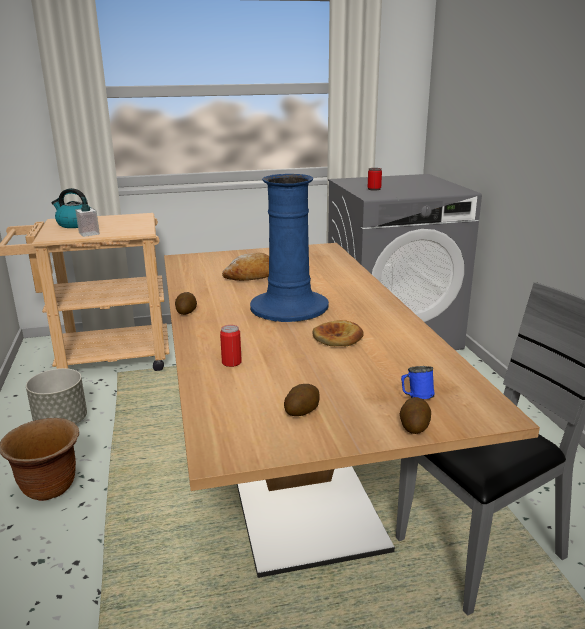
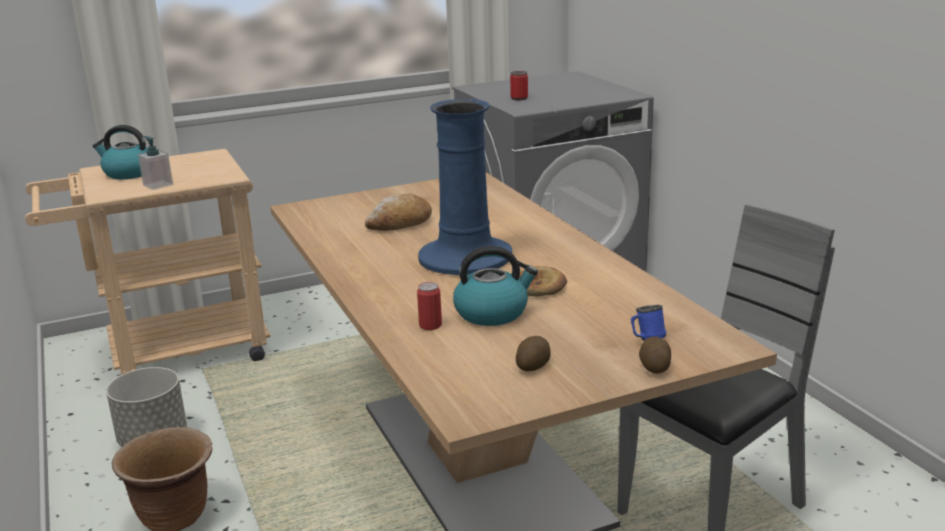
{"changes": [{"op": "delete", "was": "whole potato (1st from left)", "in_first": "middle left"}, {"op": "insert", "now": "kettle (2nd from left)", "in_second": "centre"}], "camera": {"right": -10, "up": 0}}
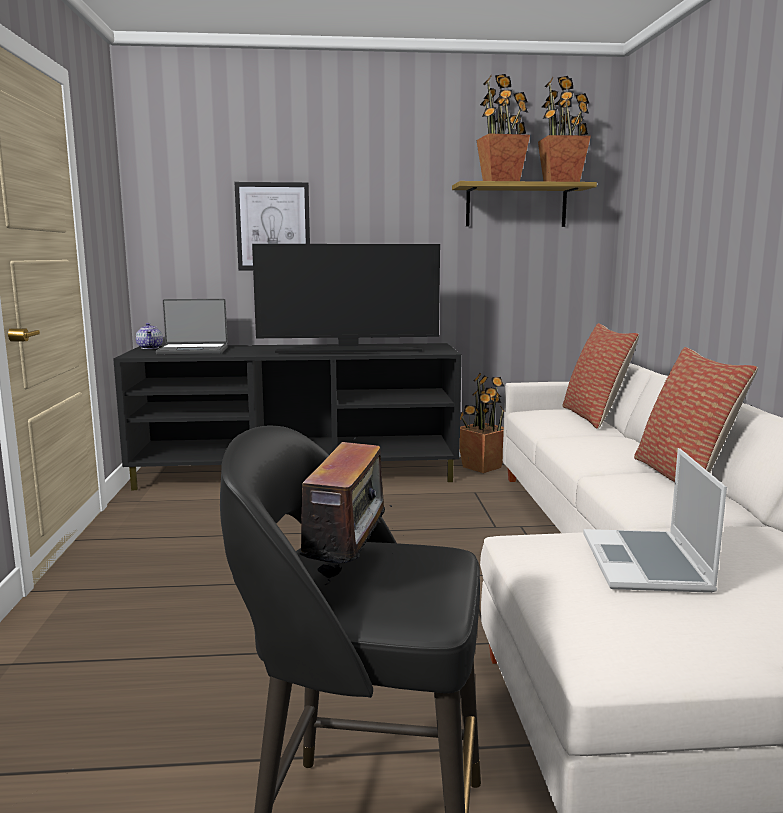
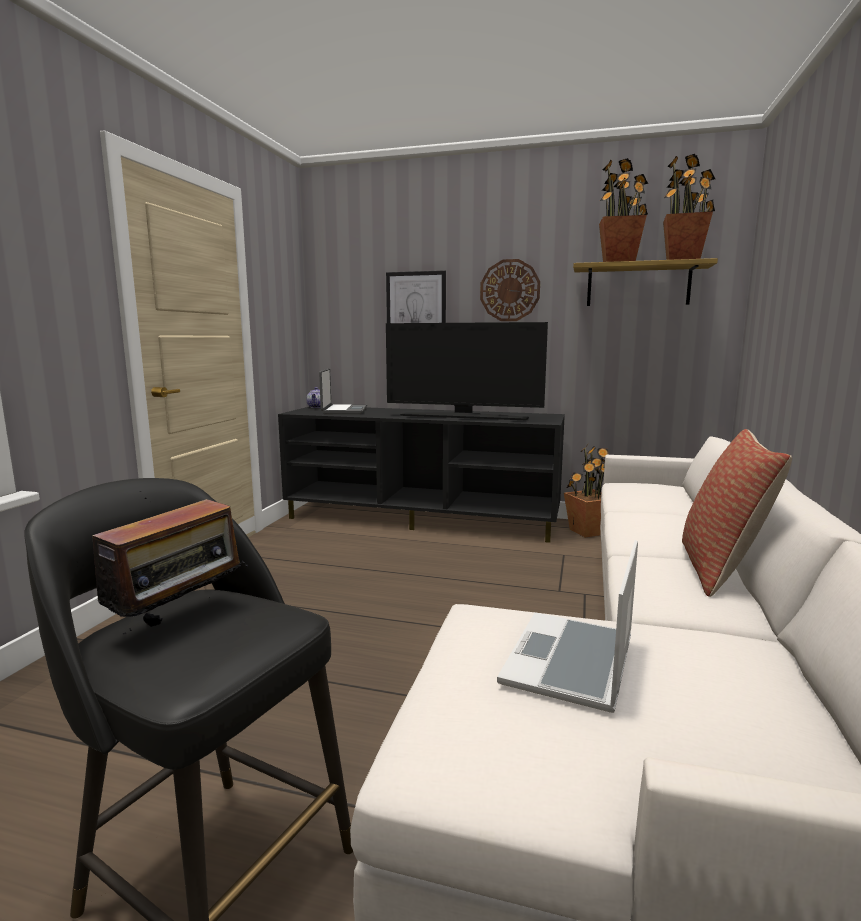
{"changes": [{"op": "rotate", "was": "notebook computer (1st from left)", "in_first": "middle left", "in_second": "centre", "clockwise": -105}, {"op": "delete", "was": "throw pillow (1st from left)", "in_first": "middle right"}, {"op": "insert", "now": "hanging clock", "in_second": "top centre"}], "camera": {"right": 20, "up": 0}}
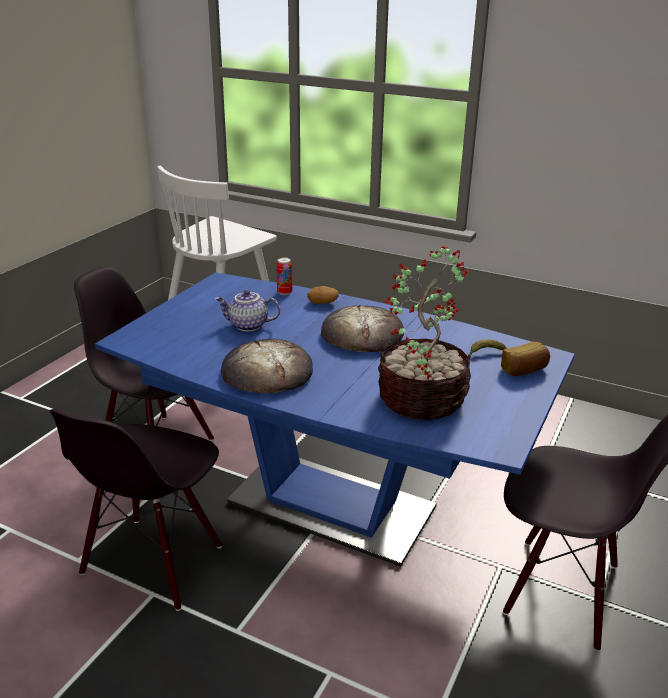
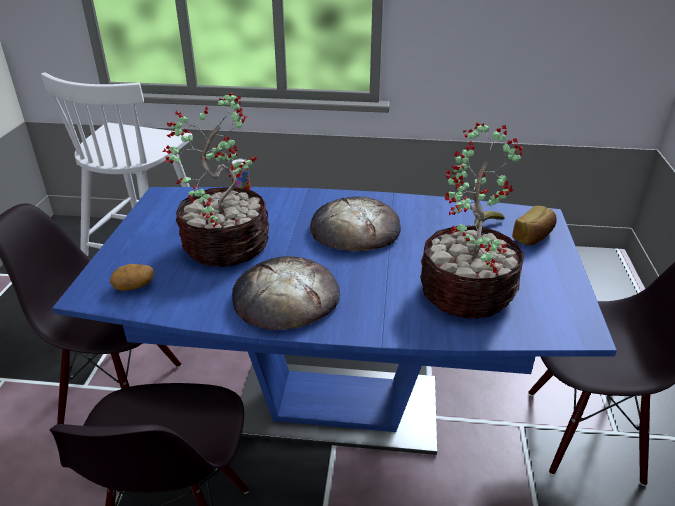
{"changes": [{"op": "move", "was": "whole potato", "in_first": "centre", "in_second": "middle left"}, {"op": "replace", "was": "teapot", "now": "plant in a pot (1st from left)", "in_first": "centre", "in_second": "middle left"}], "camera": {"right": -20, "up": 5}}
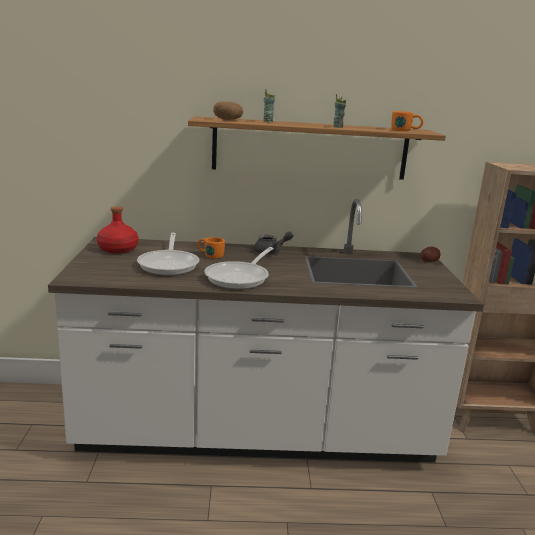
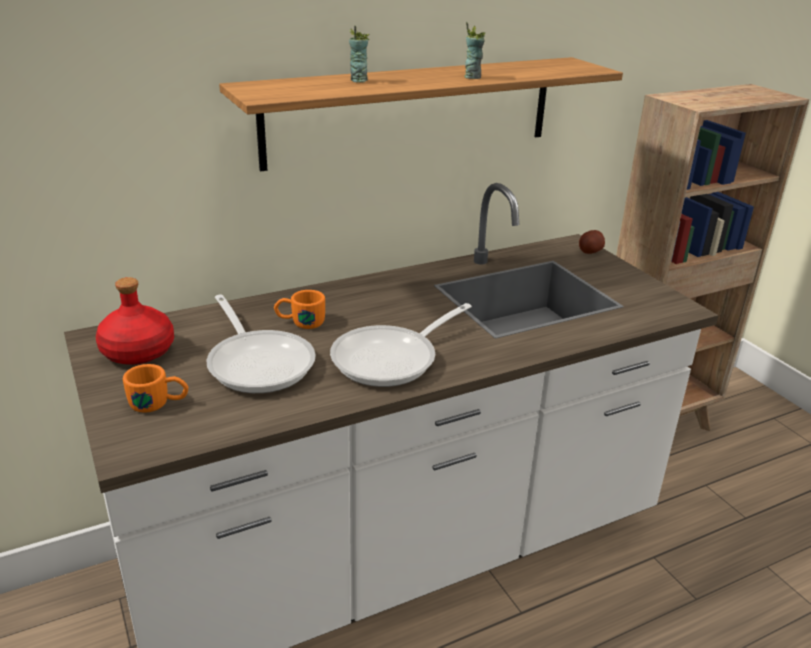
{"changes": [{"op": "delete", "was": "whole potato (1st from left)", "in_first": "top centre"}, {"op": "move", "was": "orange mug (2nd from left in the first image)", "now": "orange mug (1st from left)", "in_first": "top right", "in_second": "middle left"}, {"op": "delete", "was": "grey teapot", "in_first": "centre"}, {"op": "rotate", "was": "skillet (2nd from left)", "in_first": "centre", "in_second": "centre", "clockwise": 45}], "camera": {"right": -25, "up": 10}}
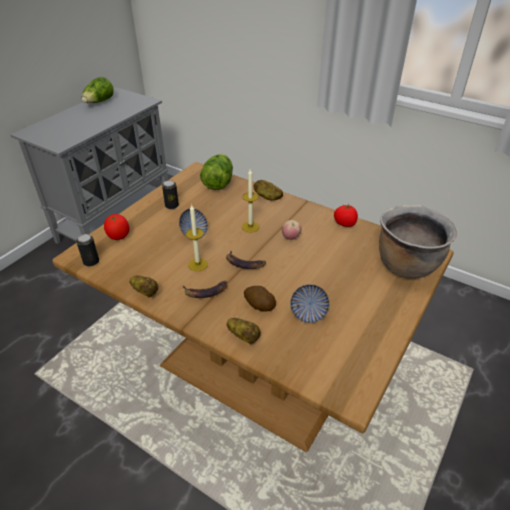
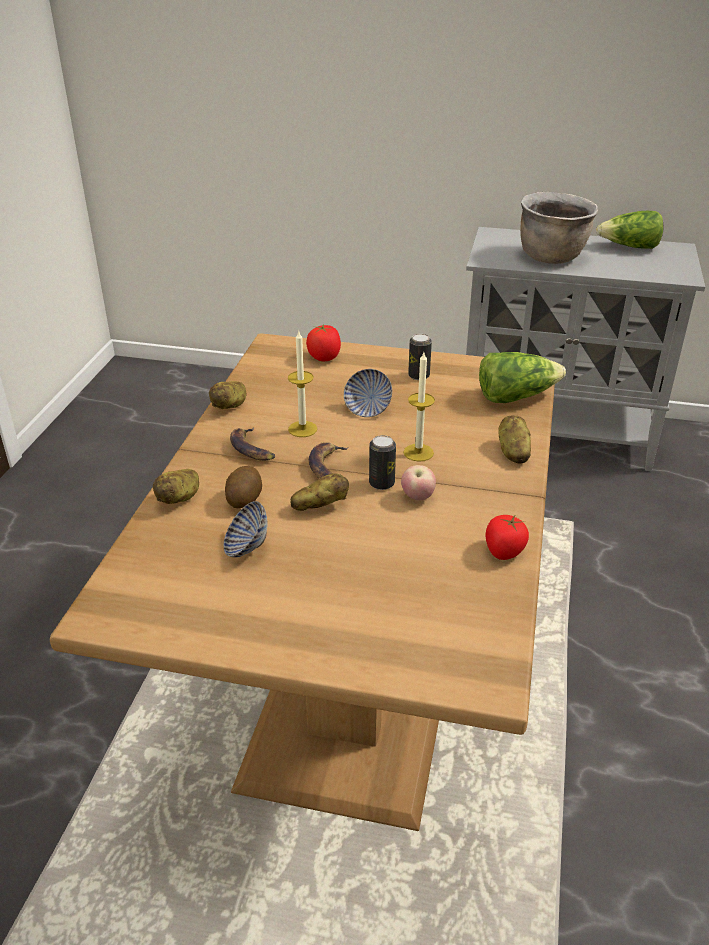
{"changes": [{"op": "move", "was": "brownish saucepot", "in_first": "middle right", "in_second": "top right"}, {"op": "move", "was": "can (1st from left)", "in_first": "middle left", "in_second": "centre"}, {"op": "insert", "now": "whole potato (4th from left)", "in_second": "centre"}], "camera": {"right": 70, "up": -5}}
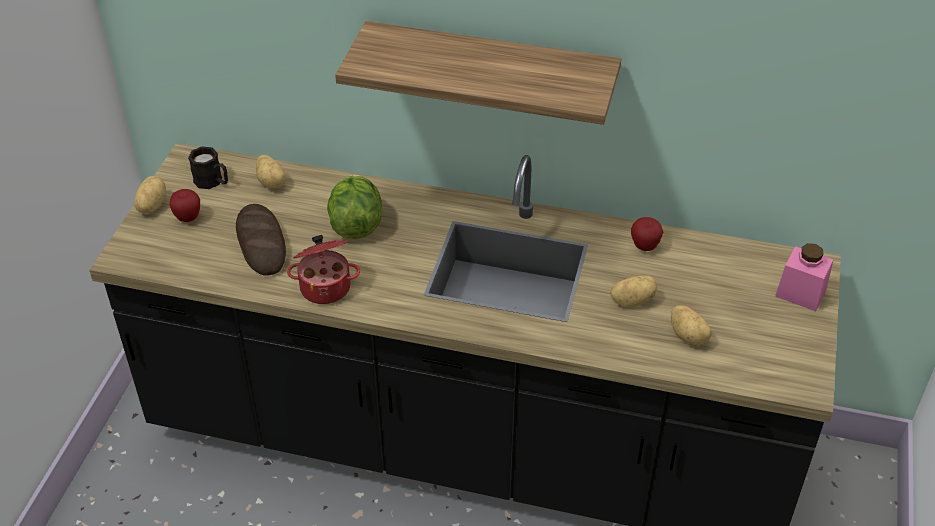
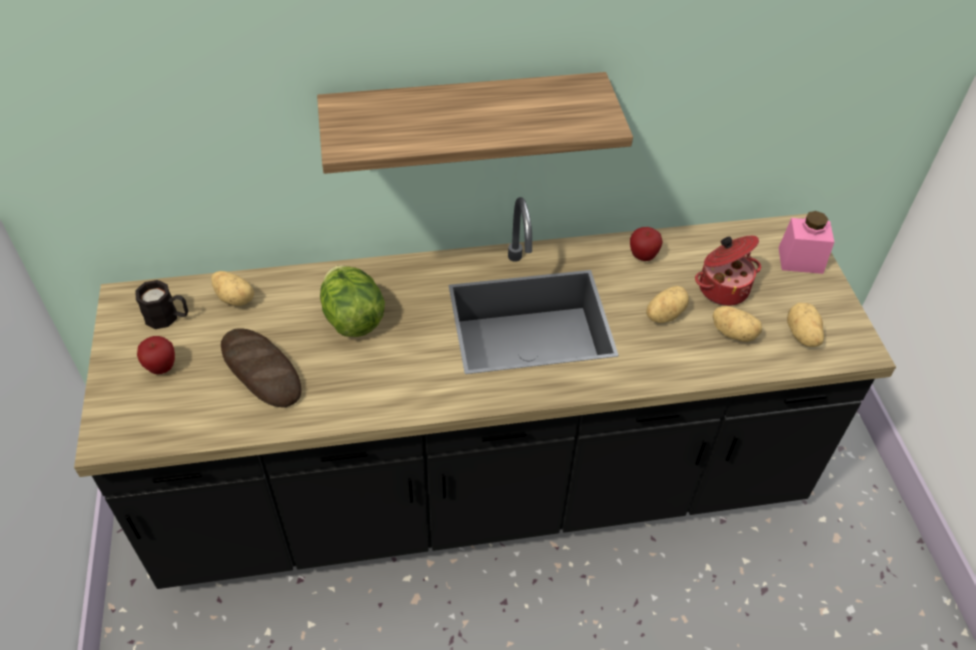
{"changes": [{"op": "move", "was": "whole potato (1st from left in the first image)", "now": "whole potato (4th from left)", "in_first": "middle left", "in_second": "middle right"}, {"op": "move", "was": "saucepot", "in_first": "centre", "in_second": "middle right"}], "camera": {"right": -25, "up": 5}}
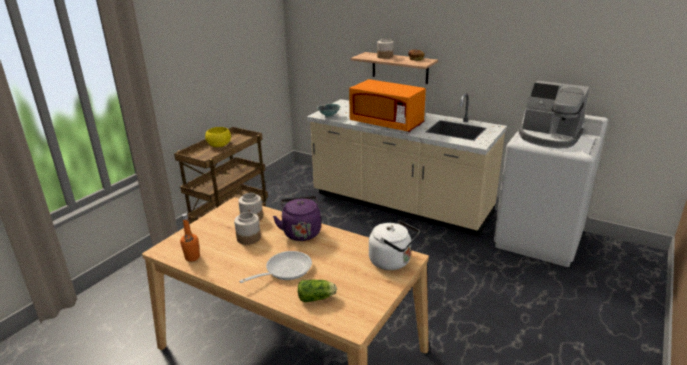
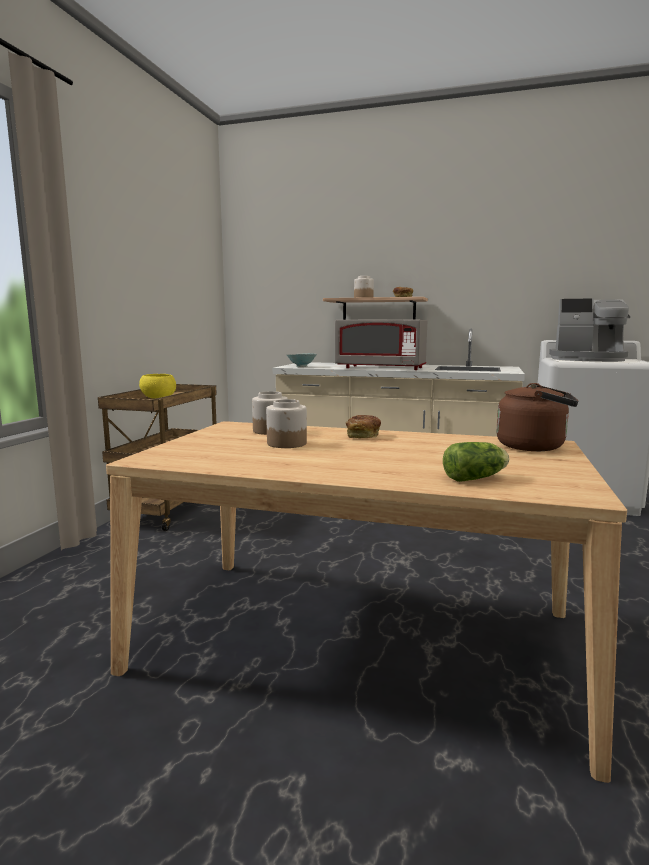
{"changes": [{"op": "recolor", "was": "orange kitchen microwave", "now": "grey kitchen microwave", "in_first": "top centre", "in_second": "centre"}, {"op": "replace", "was": "purple-coloured kettle", "now": "baked bread (1st from left)", "in_first": "centre", "in_second": "centre"}, {"op": "delete", "was": "orange bottle", "in_first": "middle left"}, {"op": "recolor", "was": "white-coloured kettle", "now": "brownish kettle", "in_first": "bottom centre", "in_second": "middle right"}, {"op": "delete", "was": "skillet", "in_first": "bottom centre"}], "camera": {"right": -15, "up": -15}}
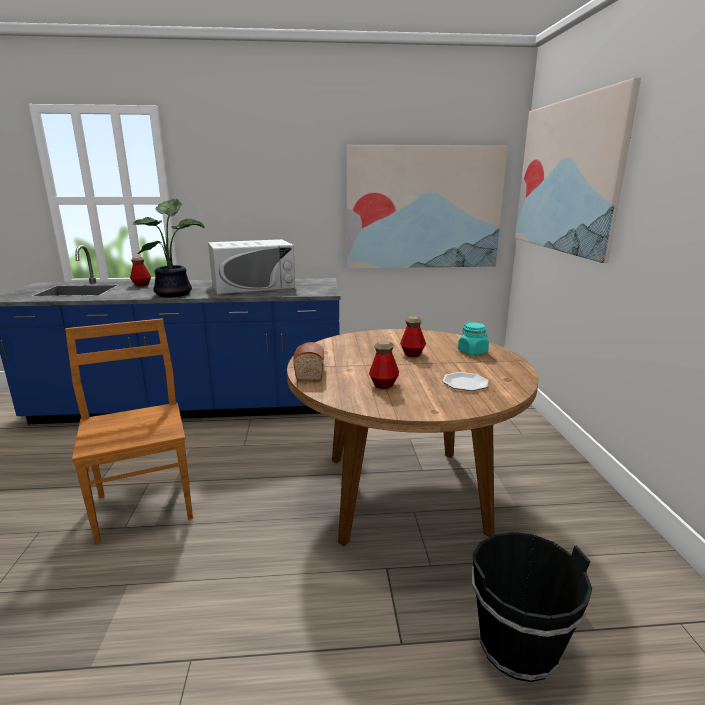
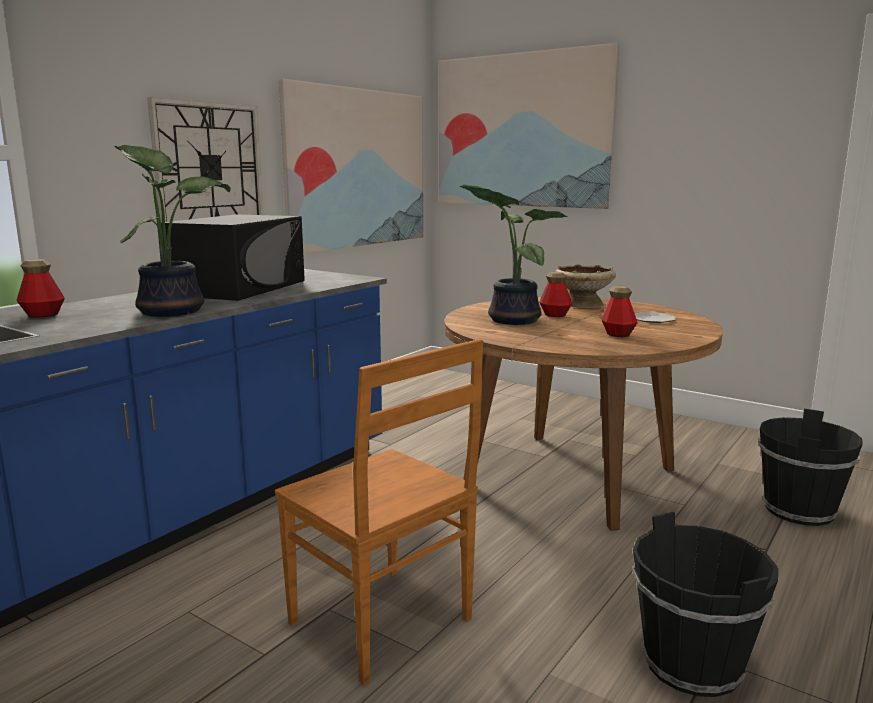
{"changes": [{"op": "recolor", "was": "white-coloured kitchen microwave", "now": "black-coloured kitchen microwave", "in_first": "centre", "in_second": "middle left"}, {"op": "rotate", "was": "brownish chair", "in_first": "middle left", "in_second": "bottom centre", "clockwise": -150}, {"op": "replace", "was": "turquoise-coloured preserve jar", "now": "beige deep dish", "in_first": "middle right", "in_second": "middle right"}, {"op": "delete", "was": "baked bread", "in_first": "centre"}, {"op": "insert", "now": "hanging clock", "in_second": "top left"}, {"op": "insert", "now": "plant in a pot (2nd from left)", "in_second": "centre"}, {"op": "insert", "now": "black-coloured bucket (1st from left)", "in_second": "bottom right"}], "camera": {"right": -50, "up": -5}}
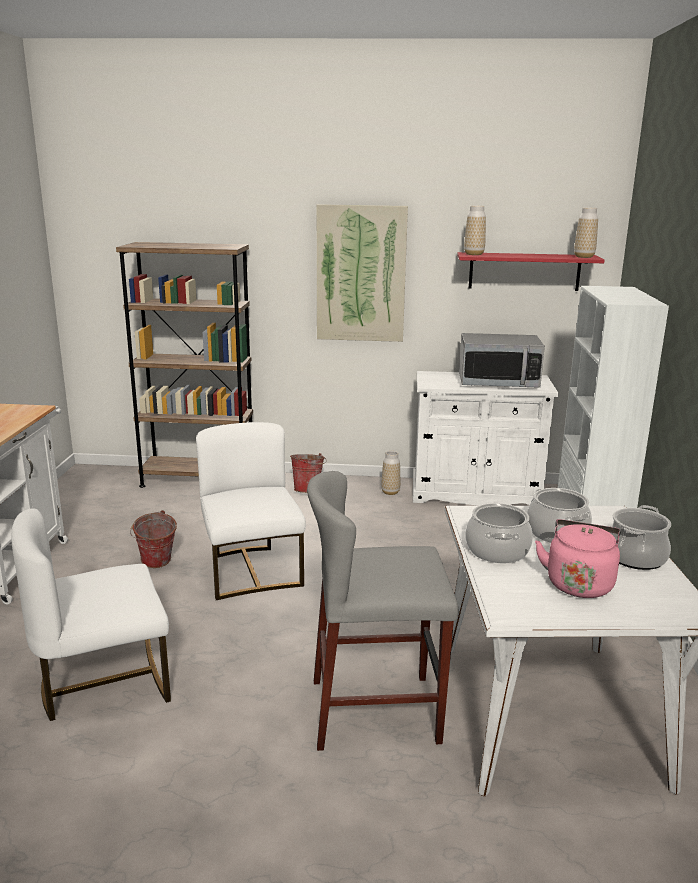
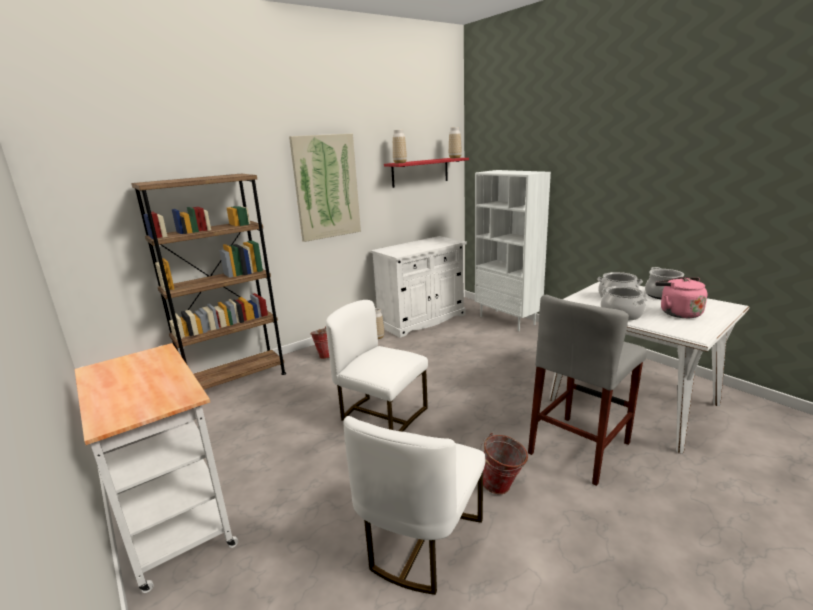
{"changes": [{"op": "delete", "was": "kitchen microwave", "in_first": "middle right"}, {"op": "move", "was": "bucket (1st from left in the first image)", "now": "bucket (2nd from left)", "in_first": "middle left", "in_second": "bottom centre"}], "camera": {"right": -40, "up": 0}}
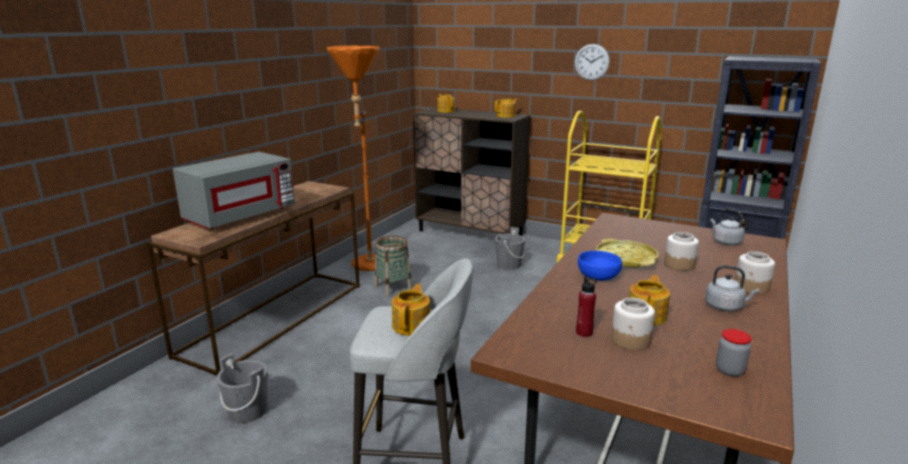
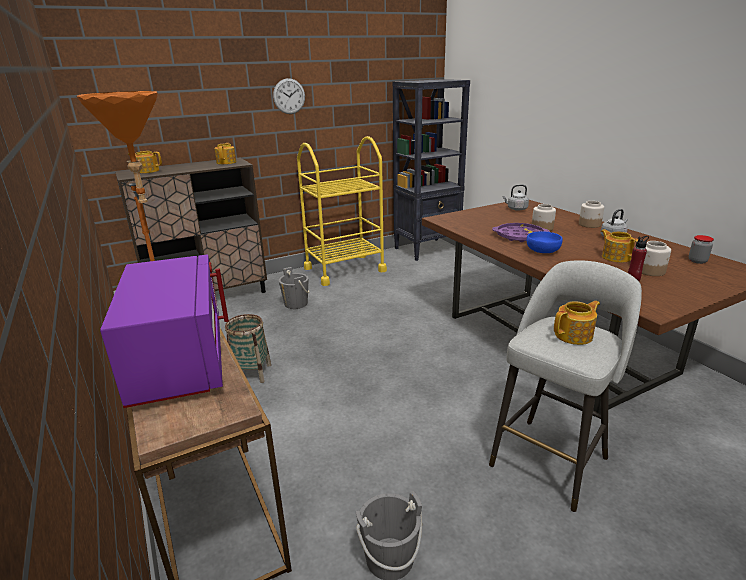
{"changes": [{"op": "recolor", "was": "grey kitchen microwave", "now": "purple-coloured kitchen microwave", "in_first": "middle left", "in_second": "middle left"}, {"op": "recolor", "was": "yellow serving tray", "now": "purple-coloured serving tray", "in_first": "middle right", "in_second": "middle right"}, {"op": "rotate", "was": "teapot (1st from left in the first image)", "in_first": "bottom centre", "in_second": "middle right", "clockwise": 105}], "camera": {"right": -55, "up": 5}}
